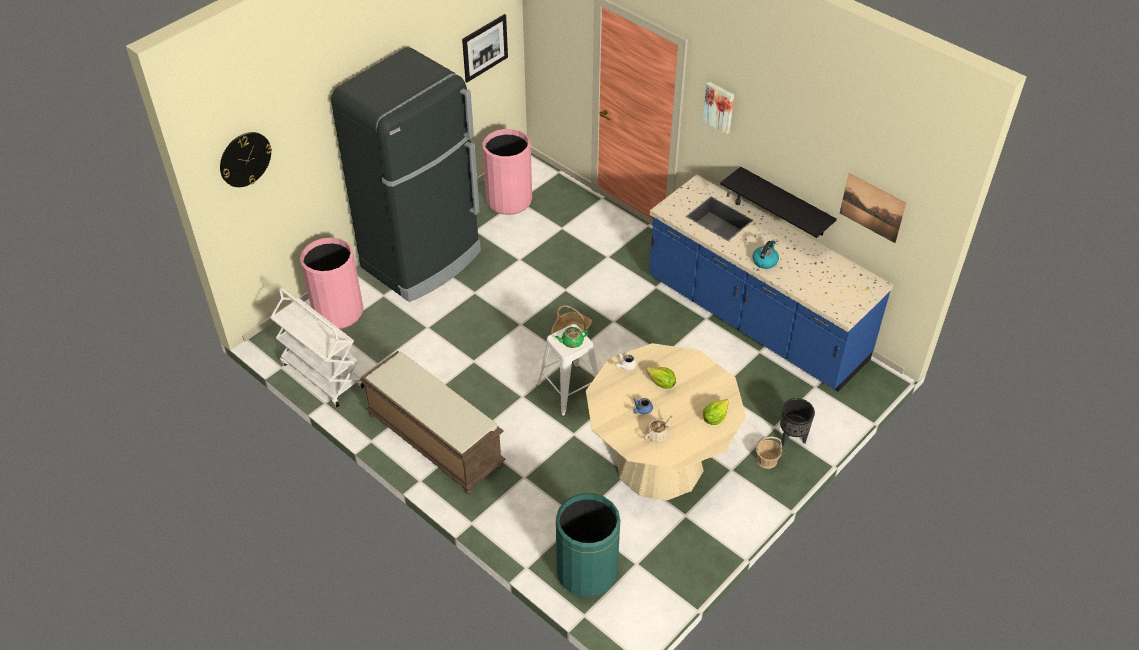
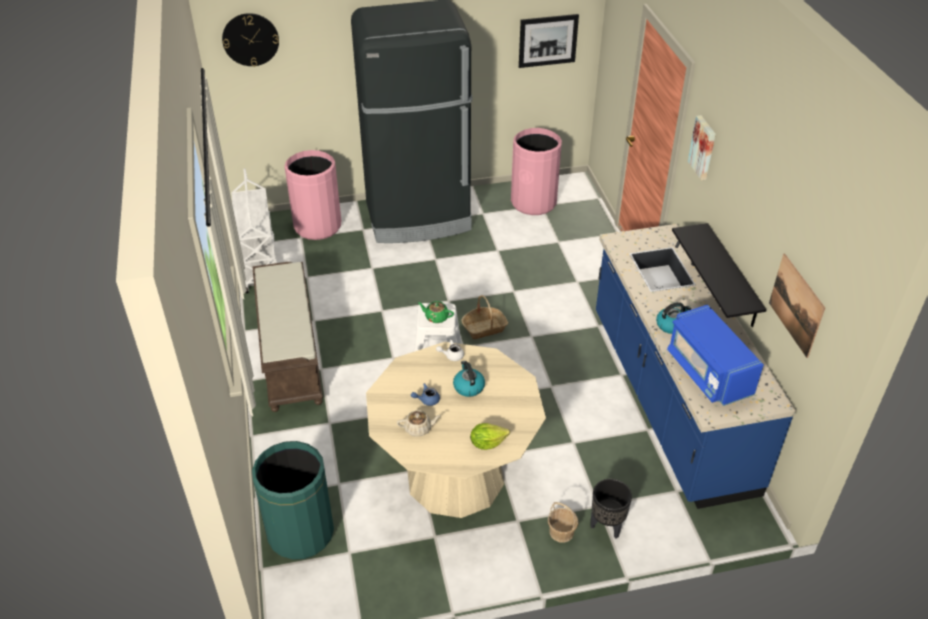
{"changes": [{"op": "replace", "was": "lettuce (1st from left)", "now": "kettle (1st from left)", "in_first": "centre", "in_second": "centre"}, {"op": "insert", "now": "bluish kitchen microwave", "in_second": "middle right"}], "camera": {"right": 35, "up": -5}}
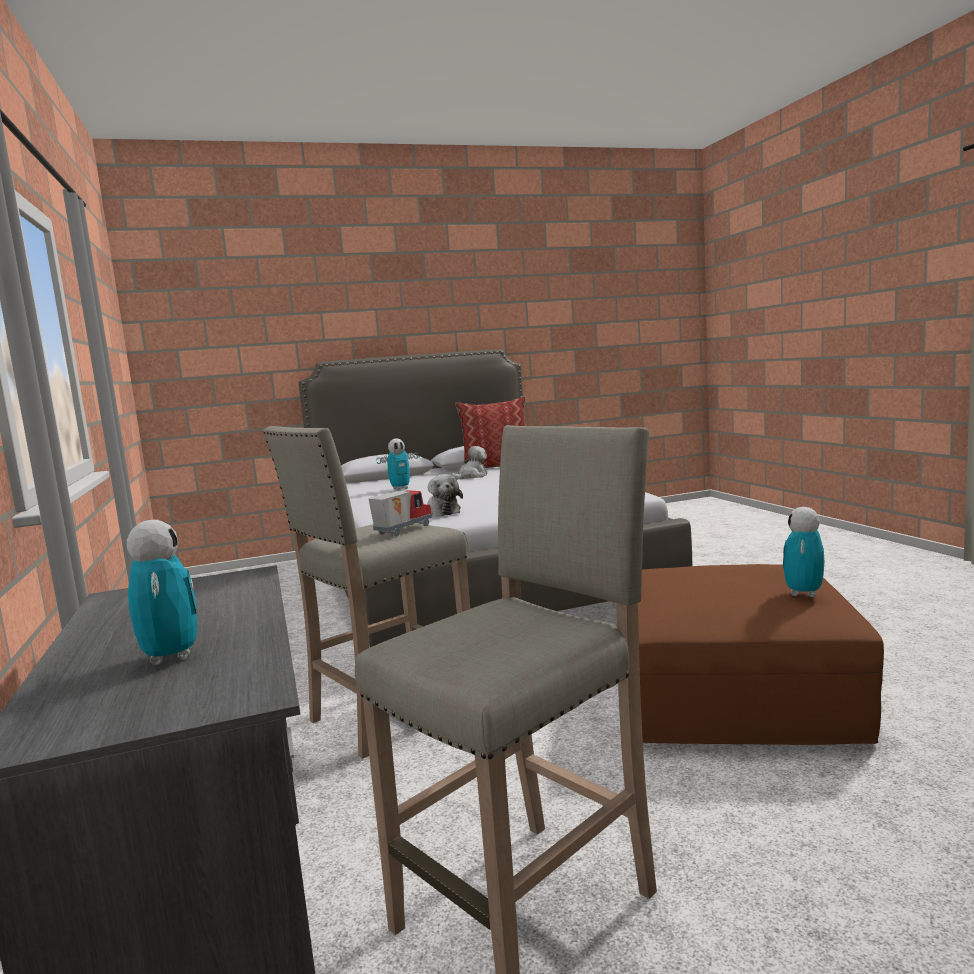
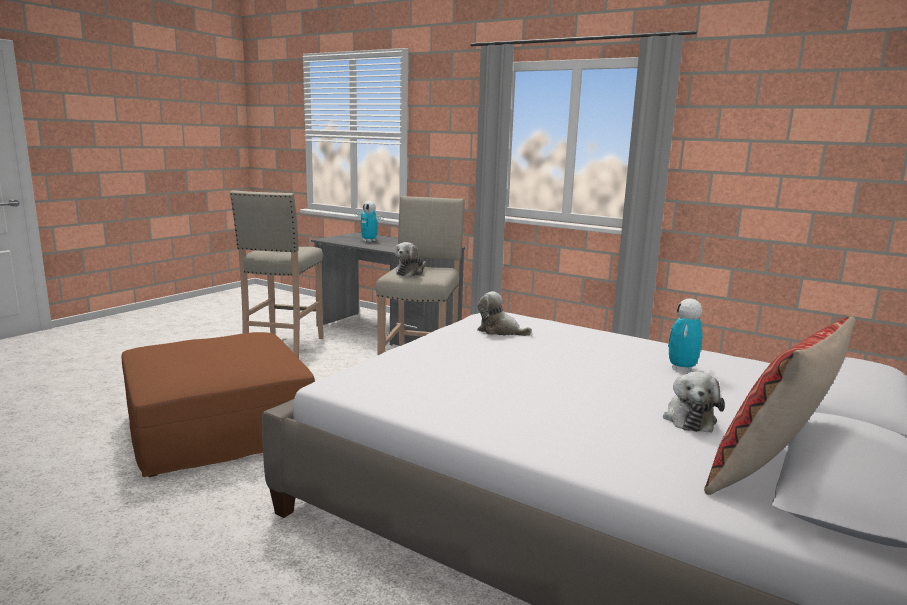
{"changes": [{"op": "replace", "was": "toy lorry", "now": "cuddly toy (1st from left)", "in_first": "centre", "in_second": "centre"}, {"op": "delete", "was": "model robot (3rd from left)", "in_first": "middle right"}], "camera": {"right": 140, "up": 5}}
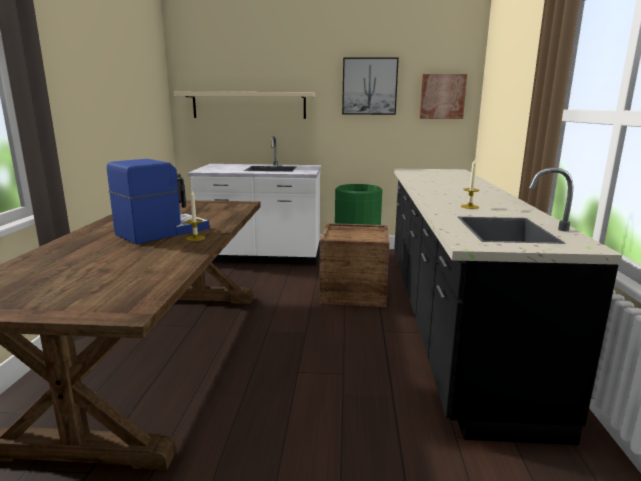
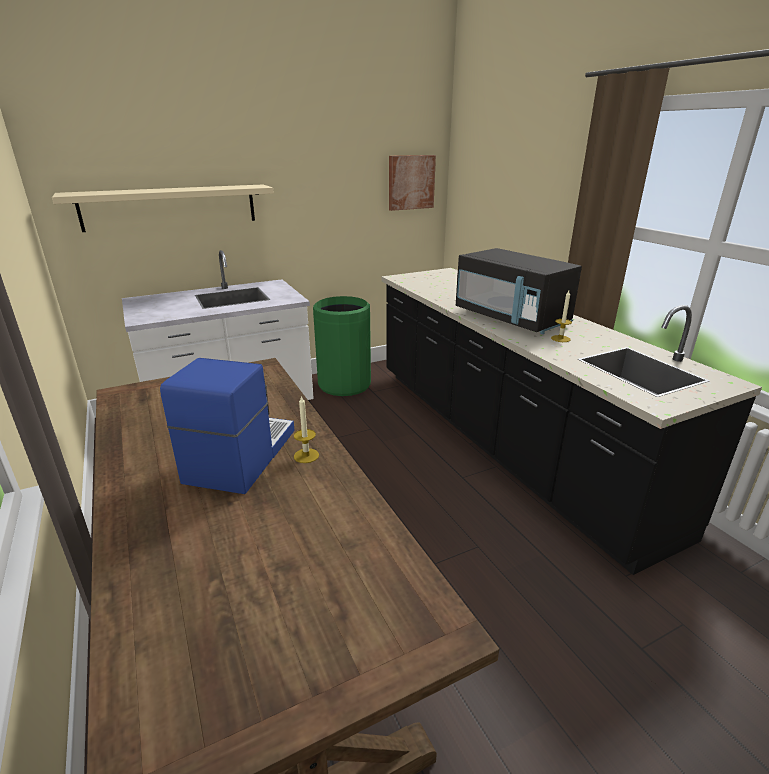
{"changes": [{"op": "delete", "was": "picture (1st from left)", "in_first": "top centre"}, {"op": "delete", "was": "shipping crate", "in_first": "centre"}, {"op": "insert", "now": "black-coloured kitchen microwave", "in_second": "middle right"}], "camera": {"right": -30, "up": 10}}
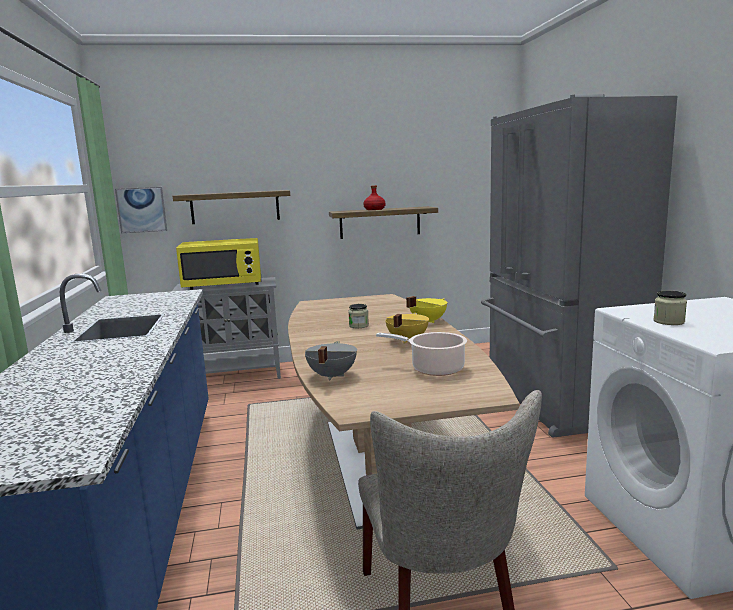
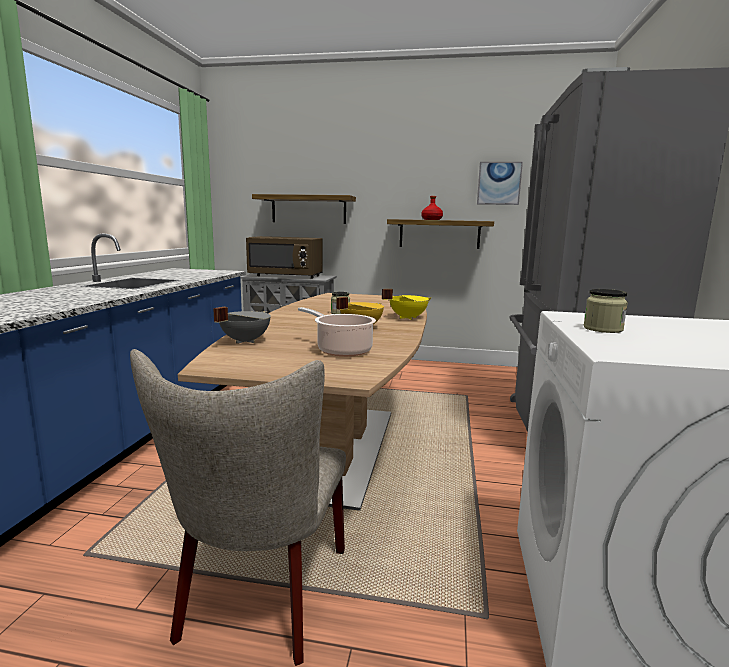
{"changes": [{"op": "move", "was": "picture", "in_first": "middle left", "in_second": "top right"}, {"op": "recolor", "was": "yellow kitchen microwave", "now": "brownish kitchen microwave", "in_first": "middle left", "in_second": "centre"}], "camera": {"right": 20, "up": 0}}
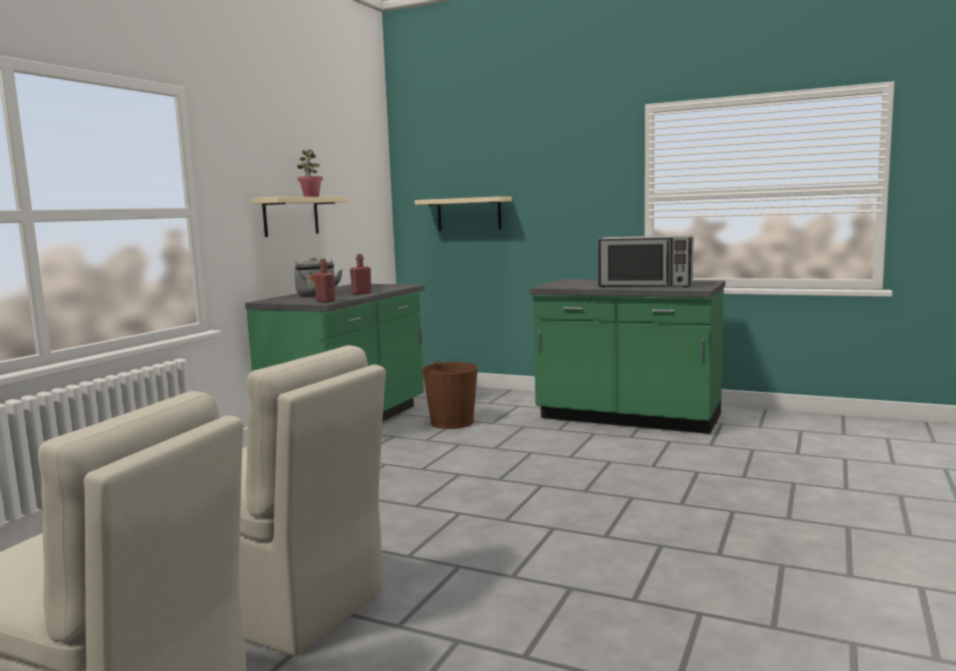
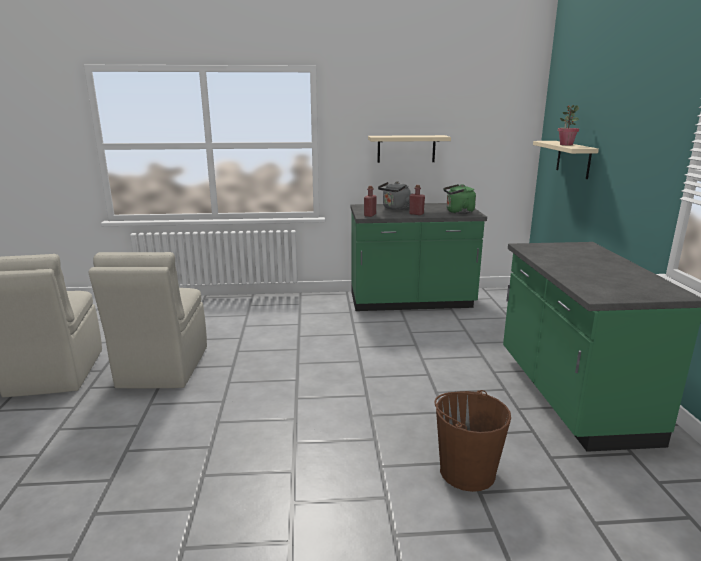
{"changes": [{"op": "move", "was": "plant in a pot", "in_first": "top left", "in_second": "top right"}, {"op": "delete", "was": "kitchen microwave", "in_first": "middle right"}, {"op": "move", "was": "brownish bucket", "in_first": "centre", "in_second": "bottom right"}, {"op": "insert", "now": "greenish kettle", "in_second": "centre"}], "camera": {"right": 60, "up": 10}}
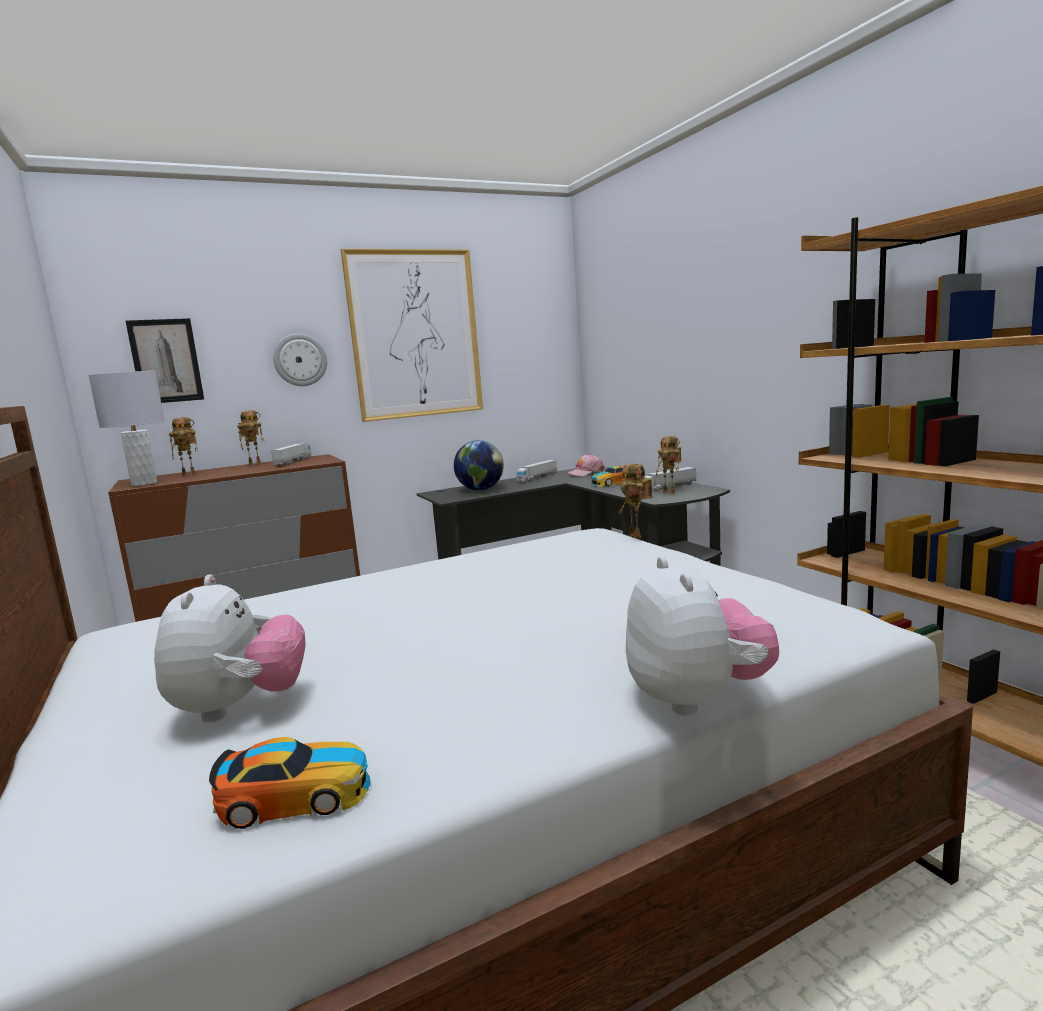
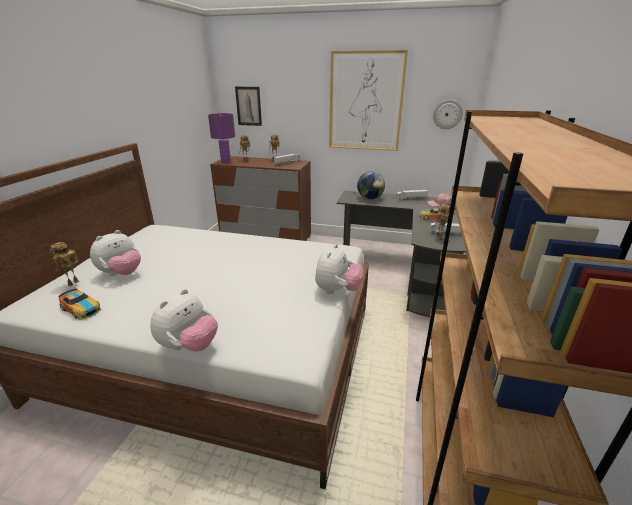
{"changes": [{"op": "move", "was": "hanging clock", "in_first": "middle left", "in_second": "top right"}, {"op": "recolor", "was": "grey tabletop lamp", "now": "purple-coloured tabletop lamp", "in_first": "middle left", "in_second": "top centre"}, {"op": "move", "was": "model robot (3rd from left in the first image)", "now": "model robot (1st from left)", "in_first": "centre", "in_second": "middle left"}, {"op": "insert", "now": "cuddly toy (3rd from left)", "in_second": "centre"}], "camera": {"right": 40, "up": 15}}
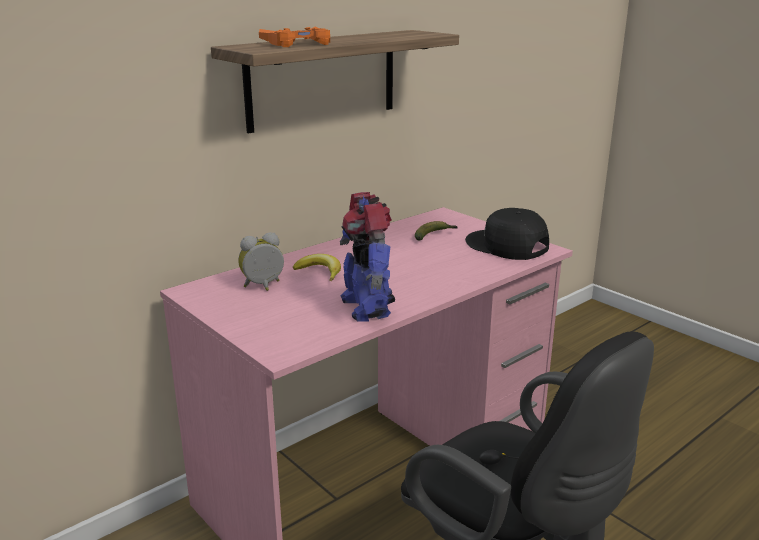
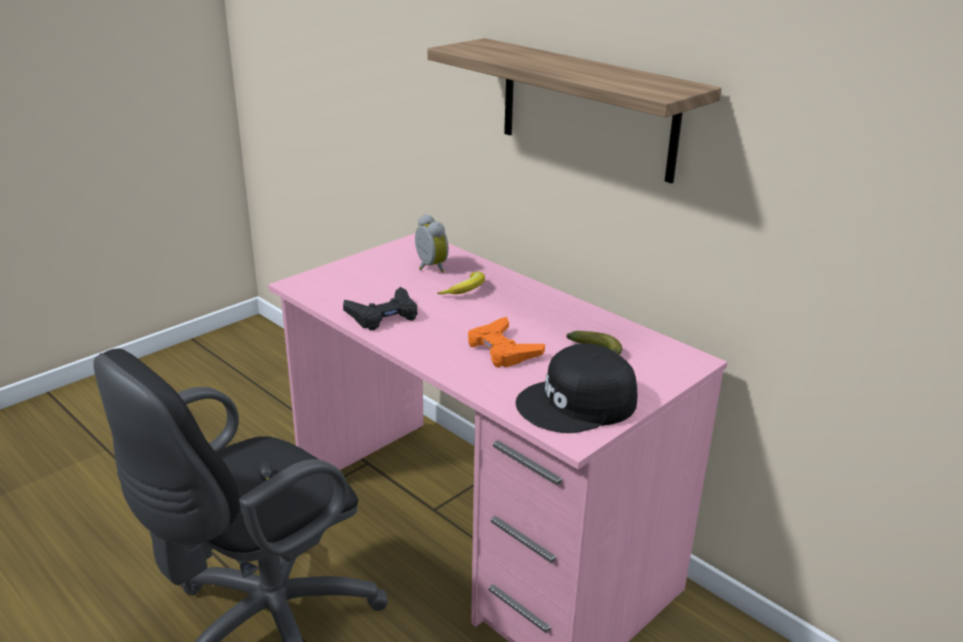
{"changes": [{"op": "move", "was": "orange gamepad", "in_first": "top centre", "in_second": "centre"}, {"op": "replace", "was": "model robot", "now": "black-coloured gamepad", "in_first": "centre", "in_second": "centre"}, {"op": "rotate", "was": "black-coloured peaked cap", "in_first": "middle right", "in_second": "centre", "clockwise": -150}], "camera": {"right": 85, "up": 5}}
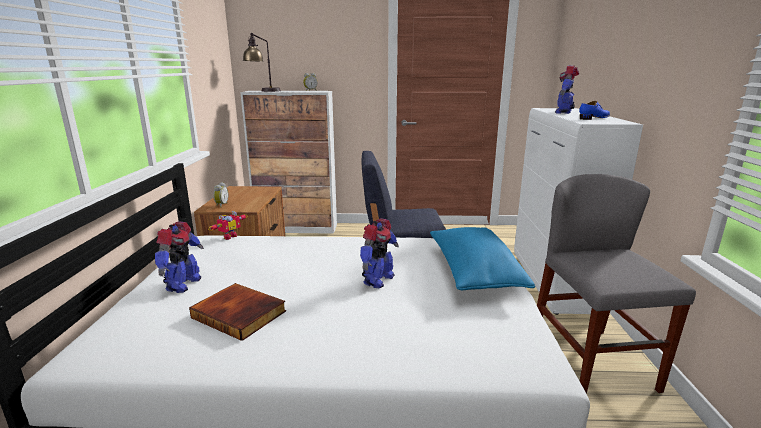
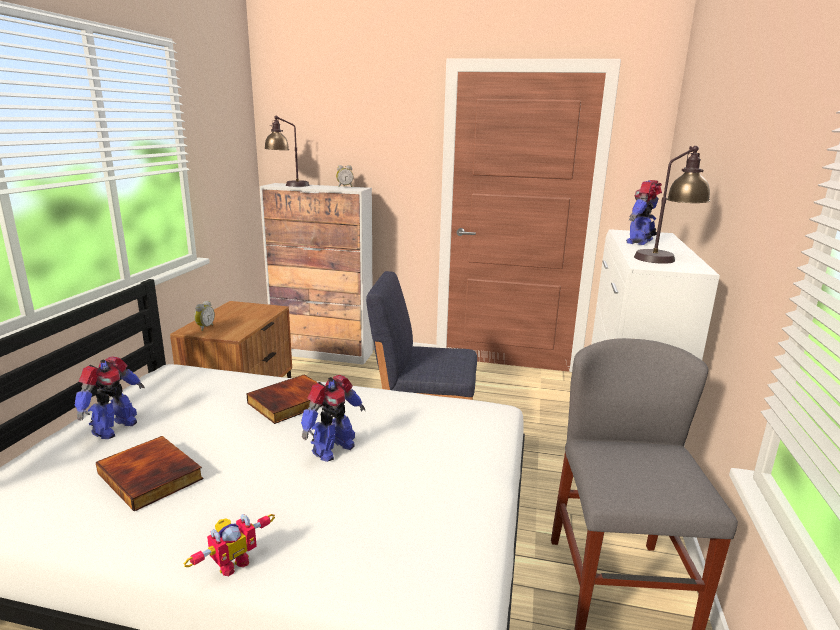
{"changes": [{"op": "replace", "was": "bluish shoe", "now": "tabletop lamp (2nd from left)", "in_first": "top right", "in_second": "top right"}, {"op": "move", "was": "model robot (2nd from left)", "in_first": "middle left", "in_second": "bottom left"}, {"op": "delete", "was": "bluish throw pillow", "in_first": "centre"}, {"op": "insert", "now": "bound book (2nd from left)", "in_second": "centre"}], "camera": {"right": 10, "up": 0}}
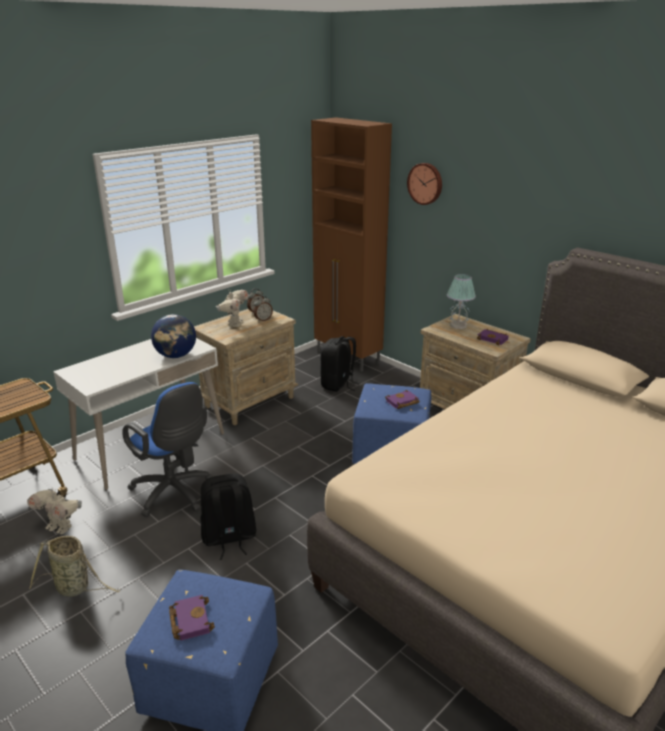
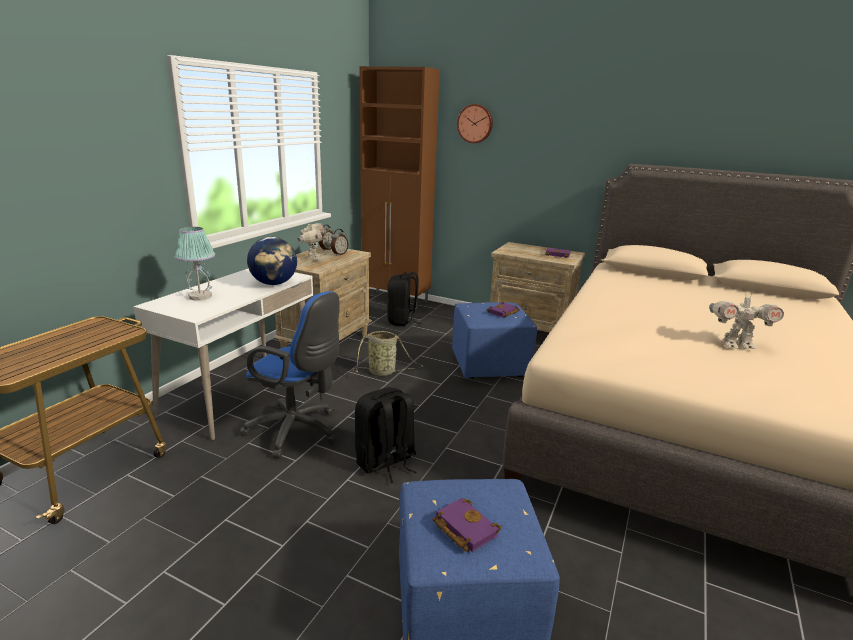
{"changes": [{"op": "move", "was": "tabletop lamp", "in_first": "middle right", "in_second": "middle left"}, {"op": "move", "was": "model robot (1st from left in the first image)", "now": "model robot (2nd from left)", "in_first": "bottom left", "in_second": "middle right"}, {"op": "move", "was": "household basket", "in_first": "bottom left", "in_second": "centre"}], "camera": {"right": -20, "up": -5}}
